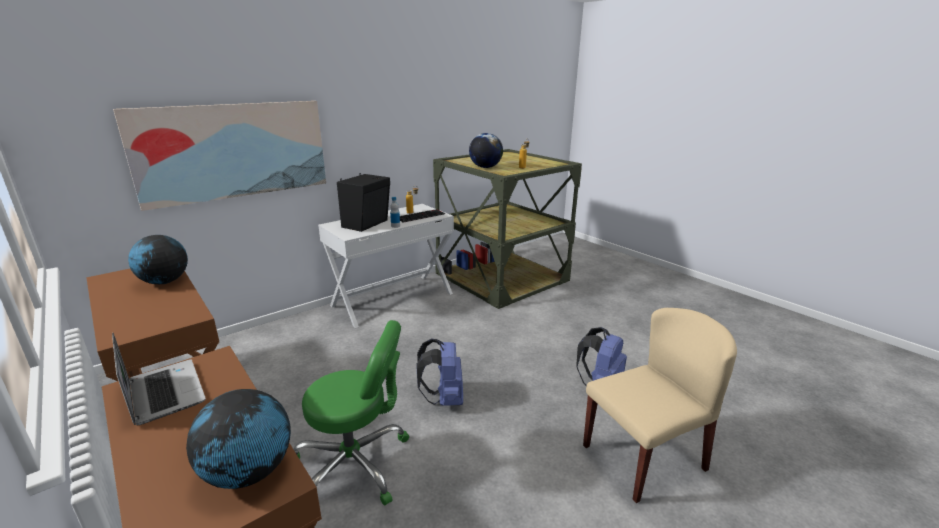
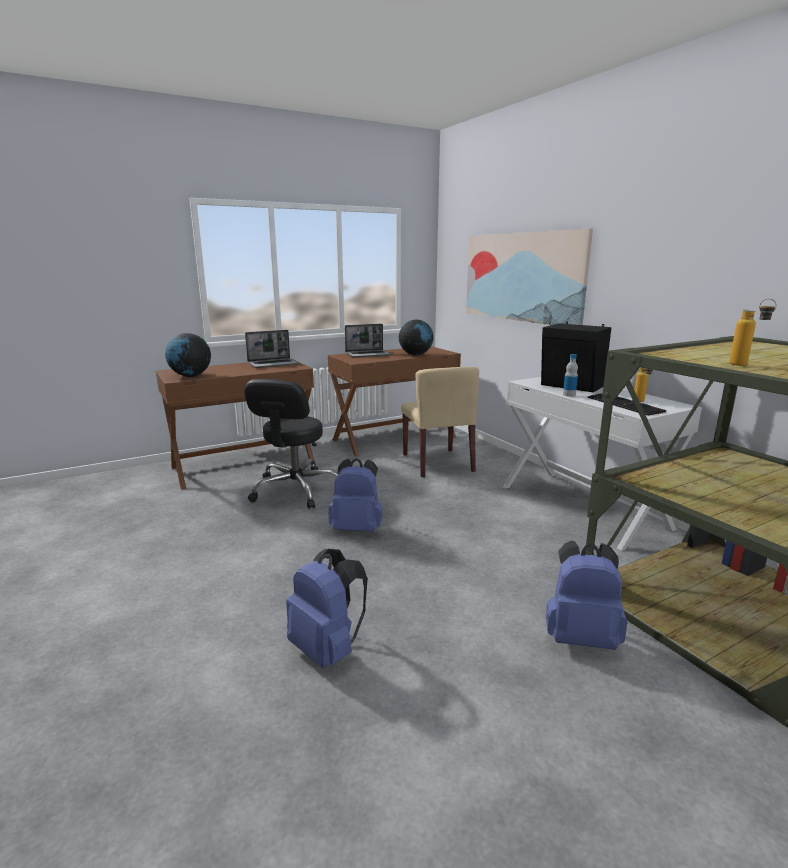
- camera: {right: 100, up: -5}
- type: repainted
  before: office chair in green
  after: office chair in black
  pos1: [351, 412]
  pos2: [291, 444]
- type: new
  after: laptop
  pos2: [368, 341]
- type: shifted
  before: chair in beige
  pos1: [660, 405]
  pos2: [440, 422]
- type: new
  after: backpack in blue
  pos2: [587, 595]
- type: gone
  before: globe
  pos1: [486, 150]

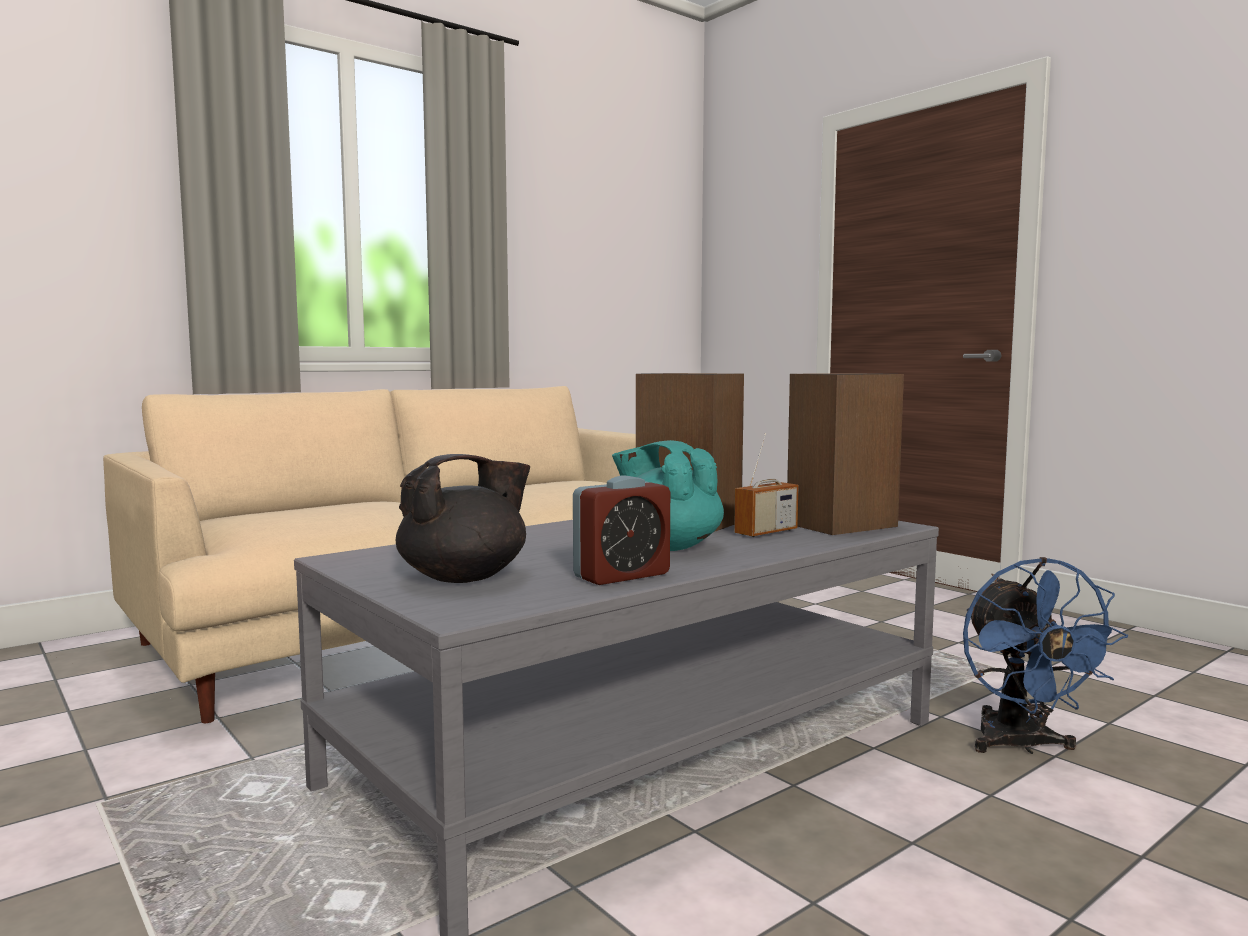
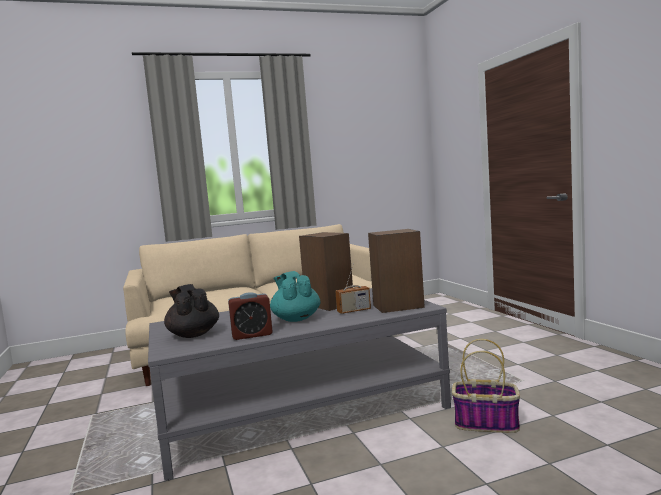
- camera: {right: 20, up: 0}
- type: rotated
  before: teapot in black
  pos1: [463, 518]
  pos2: [191, 311]
  turn: -105
- type: swapped
  before: fan in blue
  after: basket
  pos1: [1045, 655]
  pos2: [486, 386]

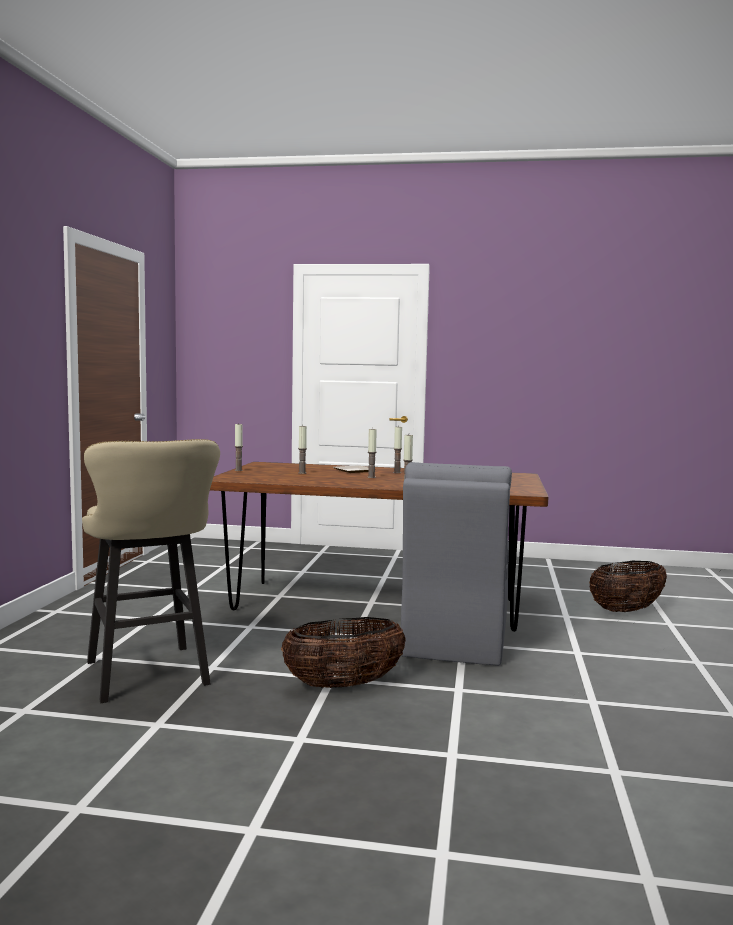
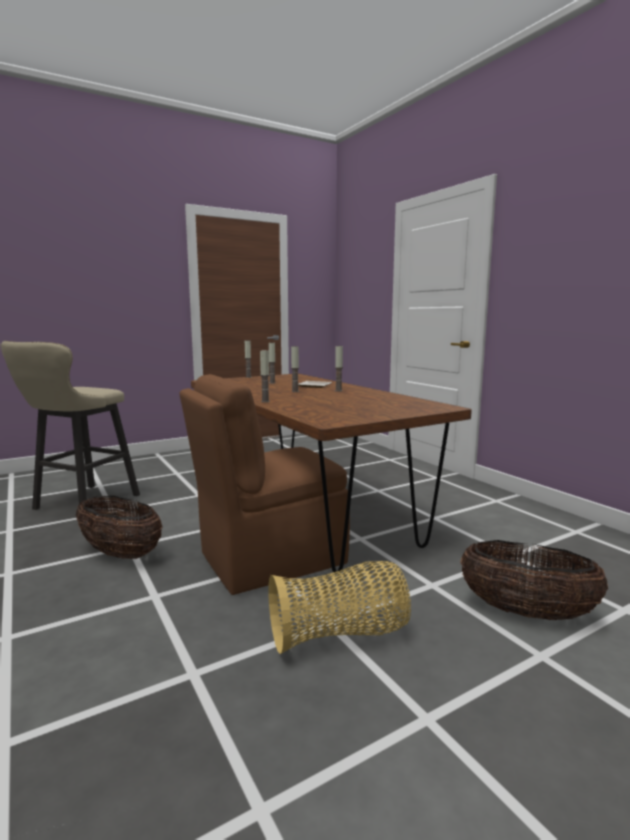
- camera: {right: 50, up: 5}
- type: repainted
  before: chair in grey
  after: chair in brown
  pos1: [456, 564]
  pos2: [265, 484]
- type: new
  after: basket
  pos2: [339, 607]

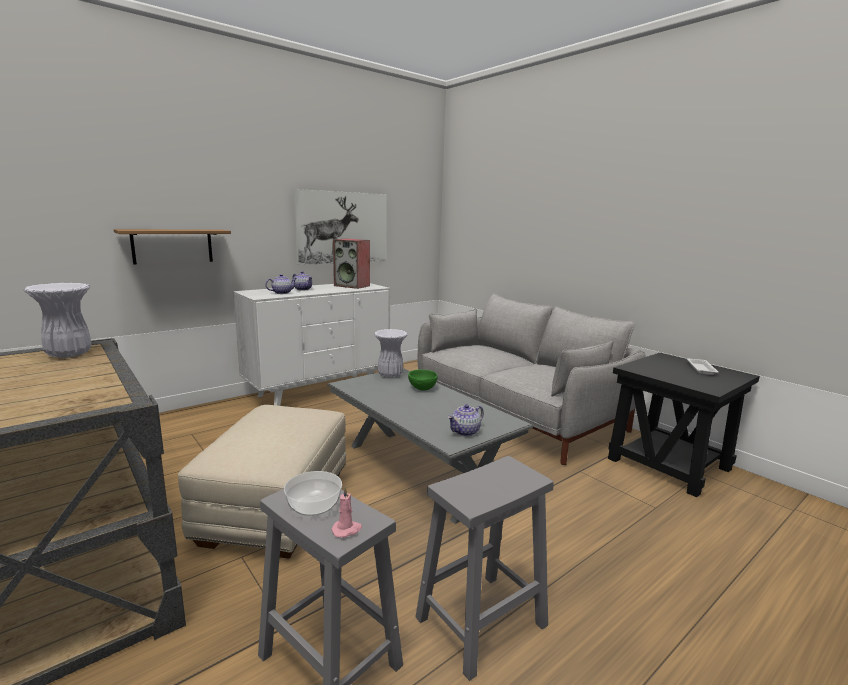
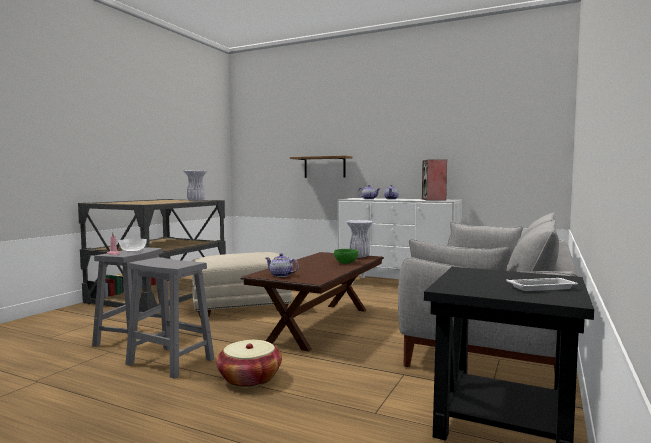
- camera: {right: 65, up: -10}
- type: new
  after: basket
  pos2: [249, 364]
- type: repainted
  before: coffee table in grey
  after: coffee table in brown
  pos1: [430, 446]
  pos2: [312, 301]
- type: gone
  before: picture
  pos1: [340, 227]

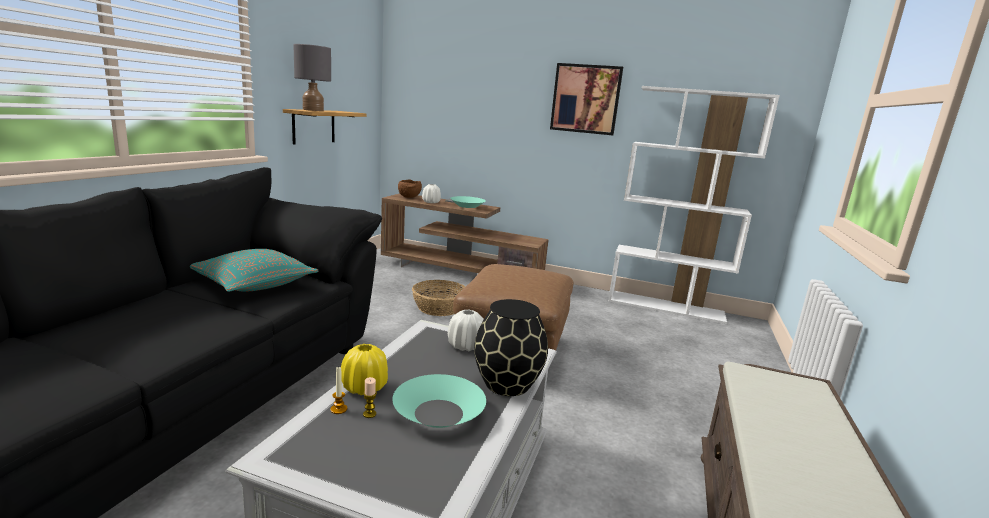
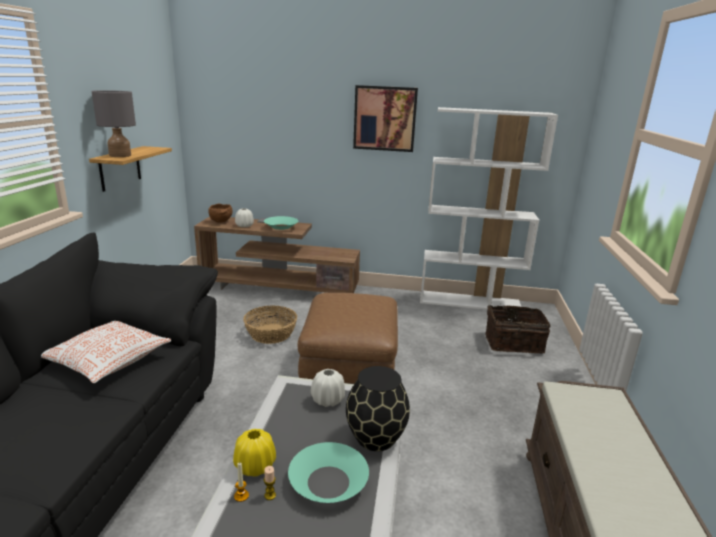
- camera: {right: -10, up: 5}
- type: repainted
  before: pillow in turquoise
  after: pillow in white
  pos1: [254, 270]
  pos2: [106, 352]
- type: new
  after: basket
  pos2: [518, 328]

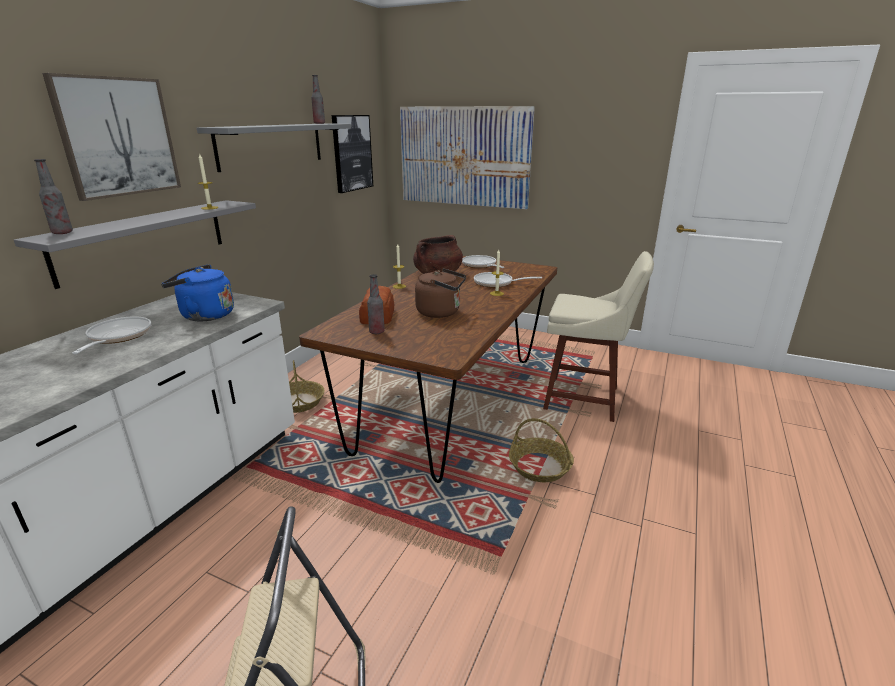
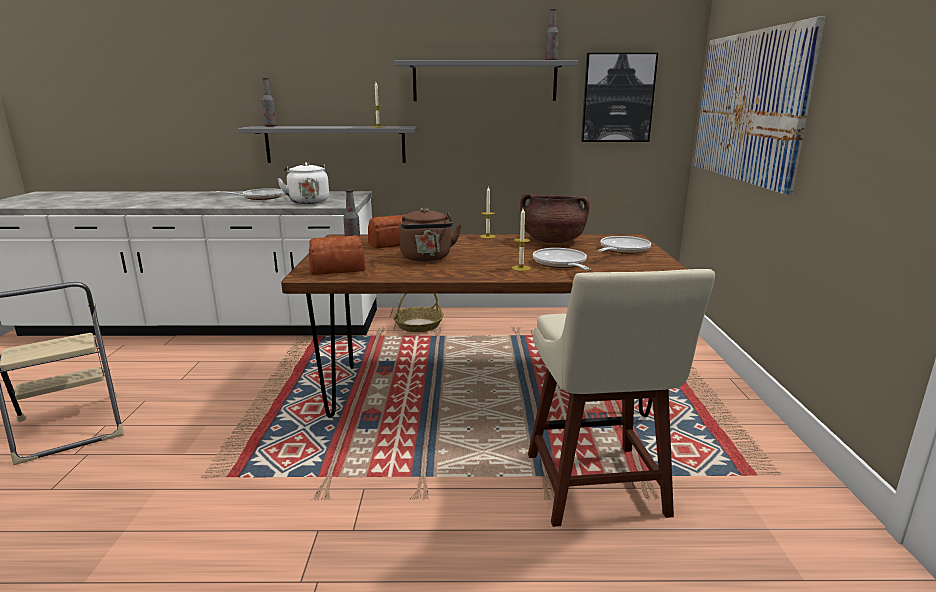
- camera: {right: 65, up: -5}
- type: repainted
  before: kettle in blue
  after: kettle in white
  pos1: [197, 293]
  pos2: [303, 183]
- type: new
  after: bread
  pos2: [337, 255]
- type: gone
  before: picture
  pos1: [111, 137]
- type: gone
  before: basket
  pos1: [541, 450]

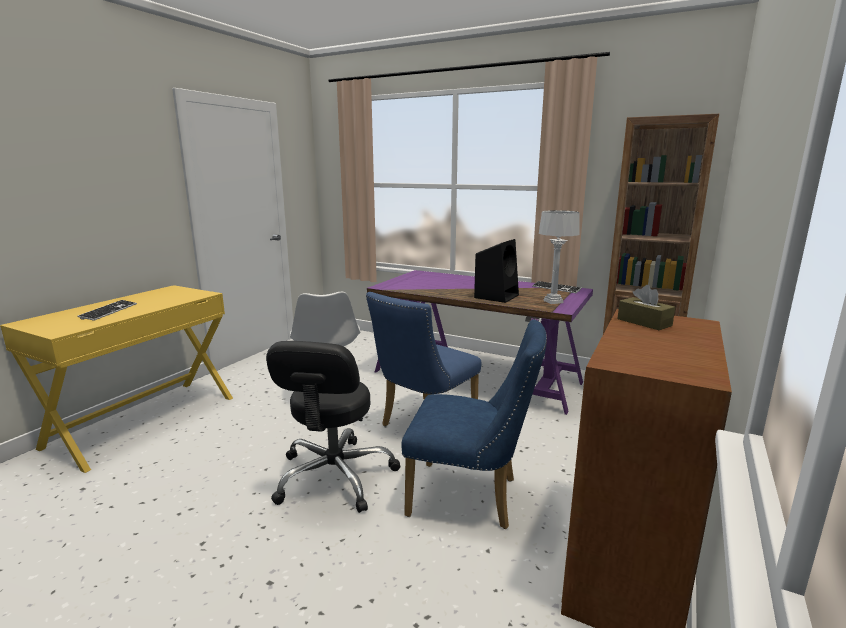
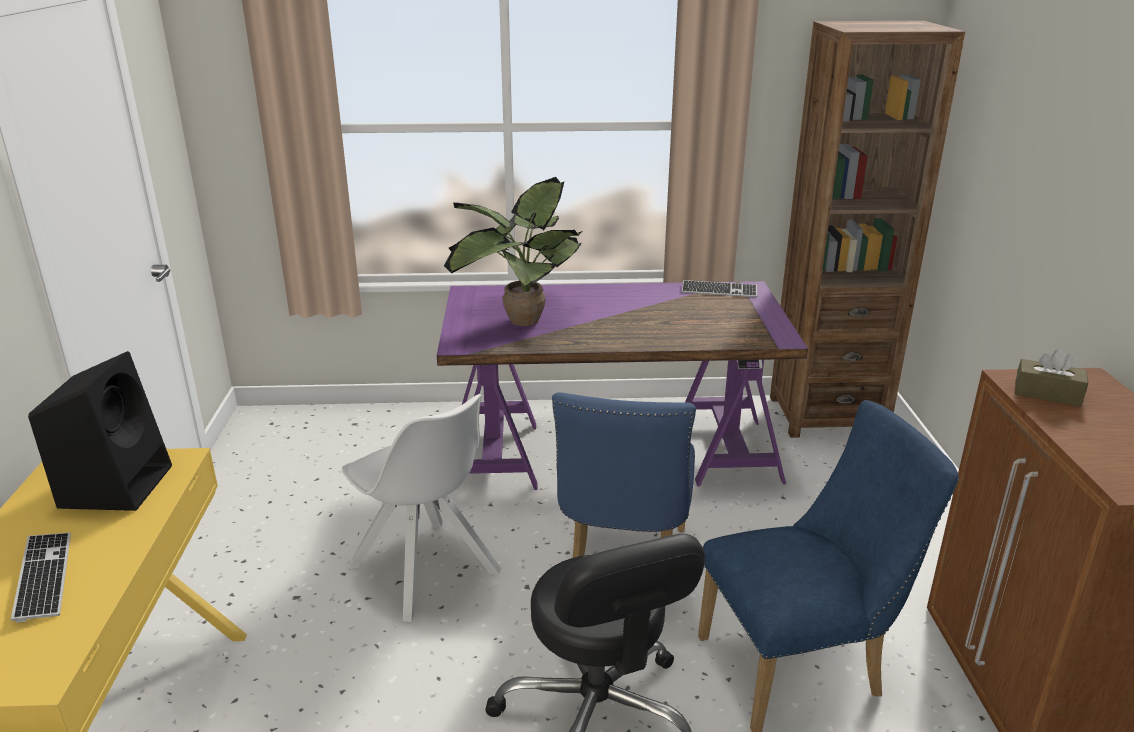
- camera: {right: -30, up: 10}
- type: shifted
  before: speaker in black
  pos1: [496, 271]
  pos2: [100, 431]
- type: new
  after: potted plant
  pos2: [513, 251]
- type: gone
  before: table lamp in grey
  pos1: [559, 257]

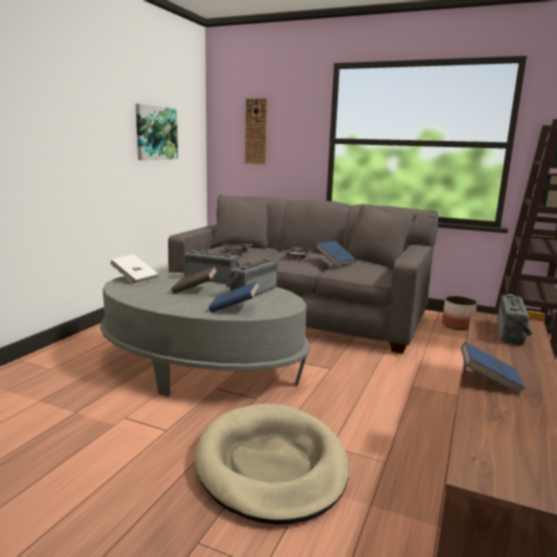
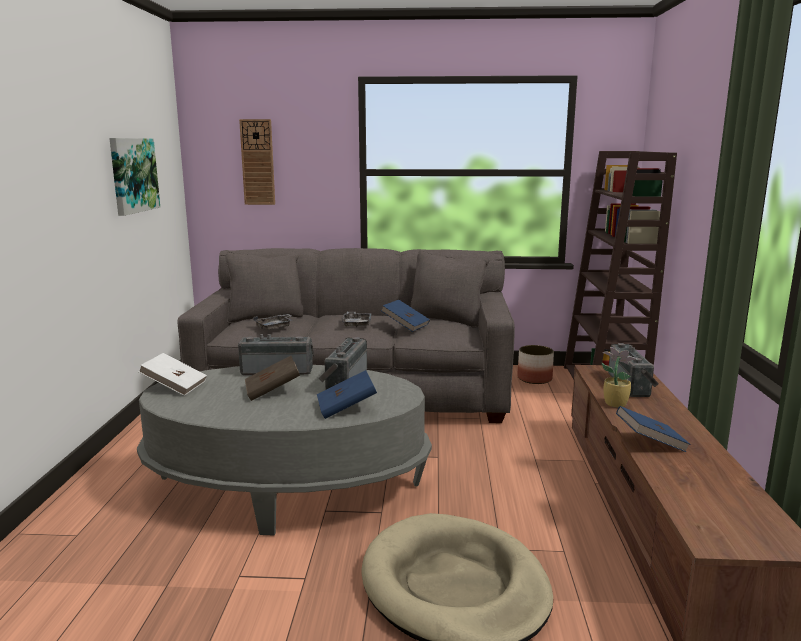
- camera: {right: -20, up: 0}
- type: new
  after: potted plant
  pos2: [619, 377]

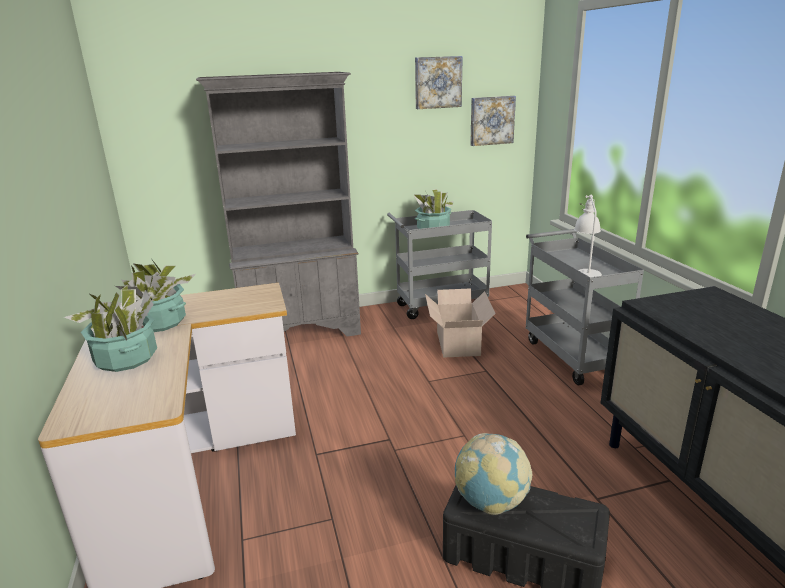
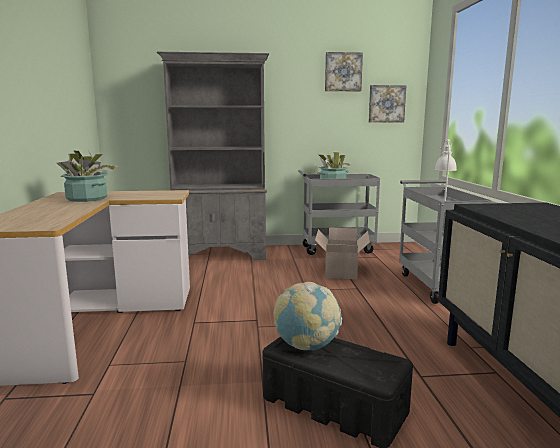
- camera: {right: 10, up: -10}
- type: gone
  before: potted plant
  pos1: [110, 328]

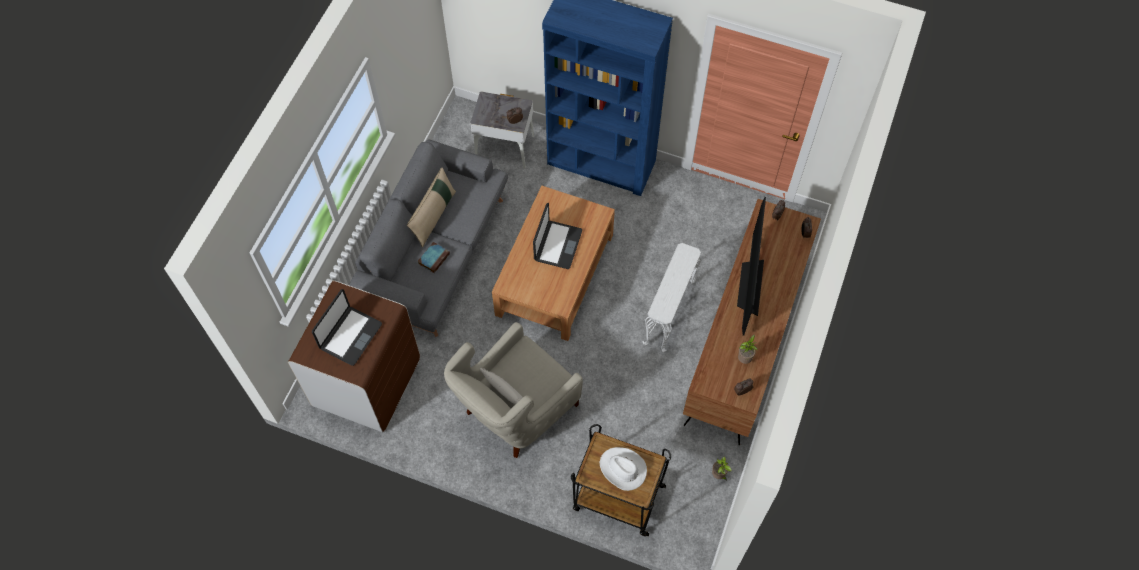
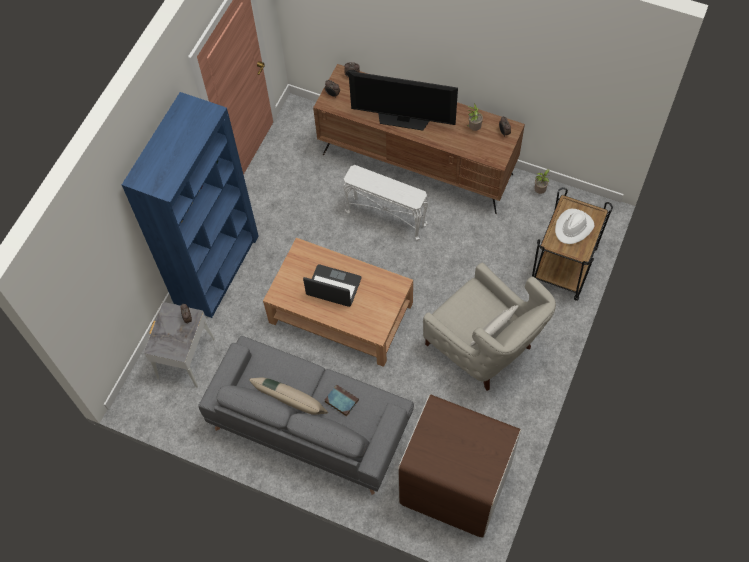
- camera: {right: -85, up: 0}
- type: gone
  before: laptop
  pos1: [347, 327]

